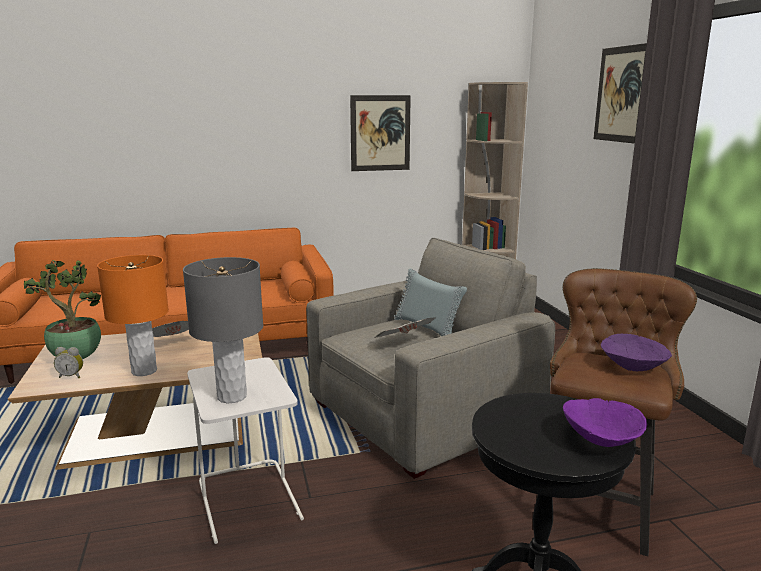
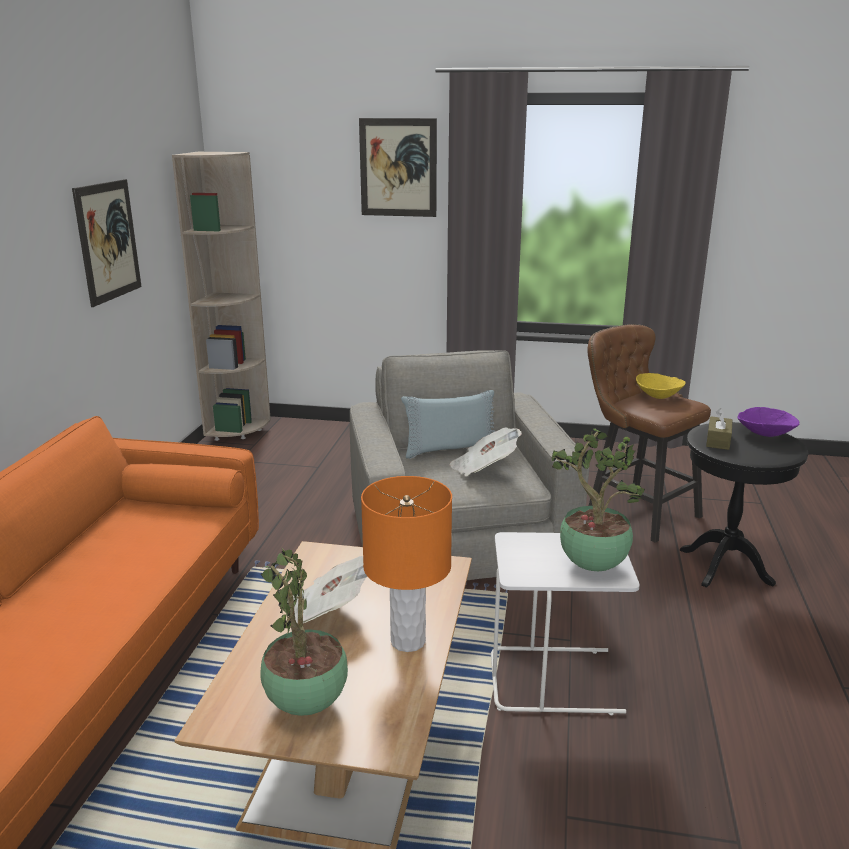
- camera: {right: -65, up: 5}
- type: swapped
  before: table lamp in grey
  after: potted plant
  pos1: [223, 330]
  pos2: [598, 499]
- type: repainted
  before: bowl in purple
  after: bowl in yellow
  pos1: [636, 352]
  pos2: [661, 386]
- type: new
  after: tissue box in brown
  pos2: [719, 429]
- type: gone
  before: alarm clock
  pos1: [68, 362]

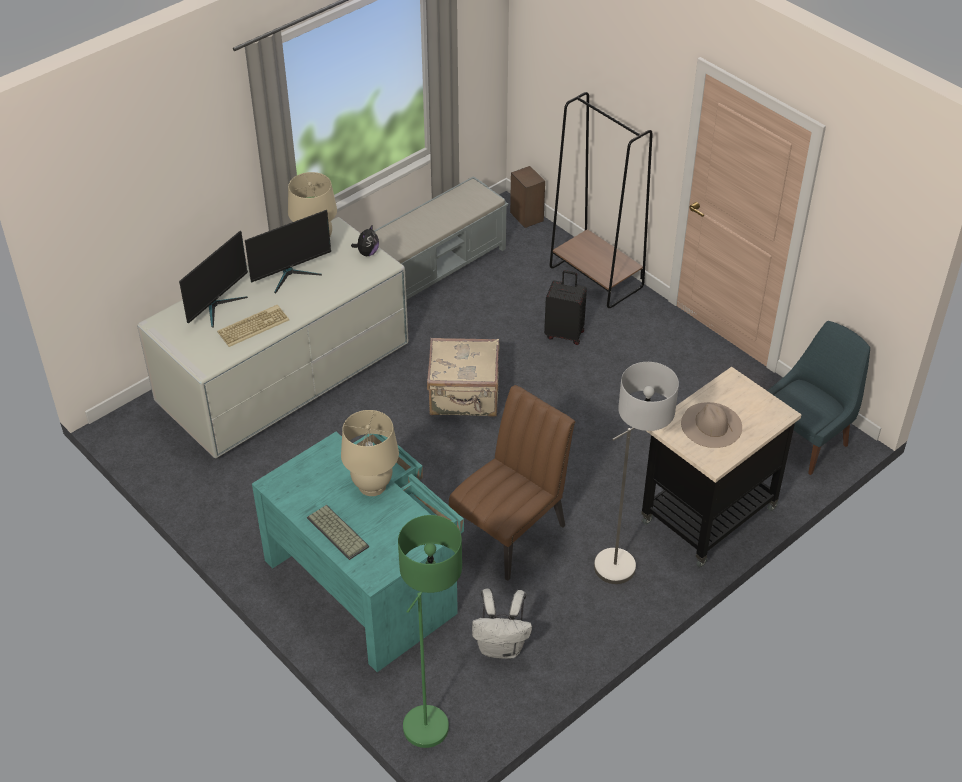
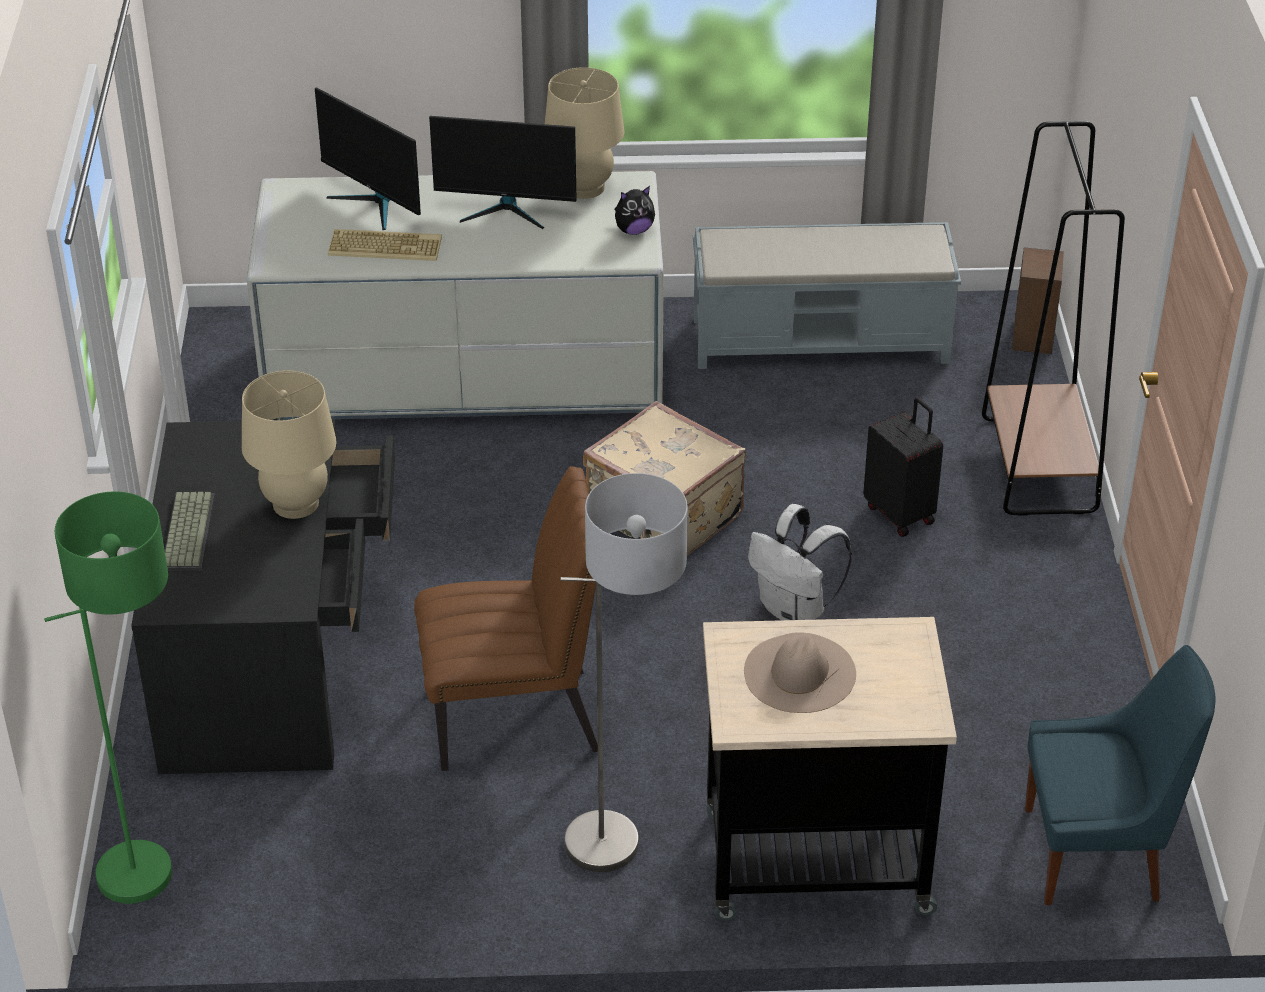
- camera: {right: 40, up: -5}
- type: repainted
  before: desk in turquoise
  after: desk in black
  pos1: [358, 552]
  pos2: [263, 596]
- type: rotated
  before: monitor
  pos1: [213, 279]
  pos2: [368, 159]
  turn: 60
- type: shifted
  before: backpack in white
  pos1: [502, 623]
  pos2: [800, 562]

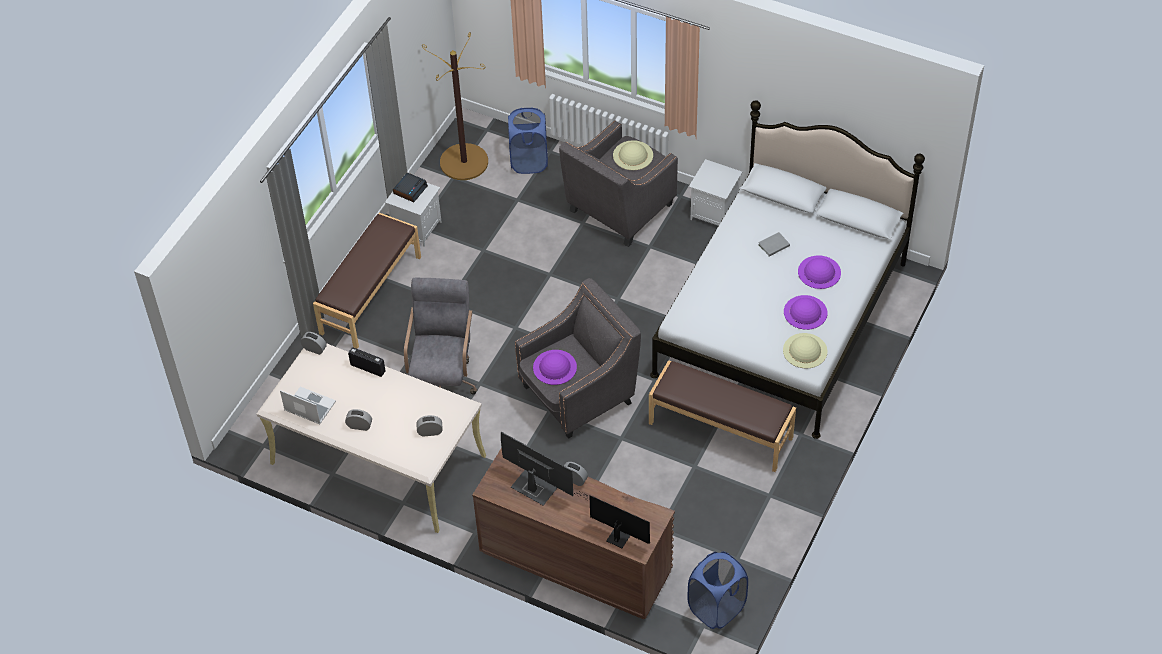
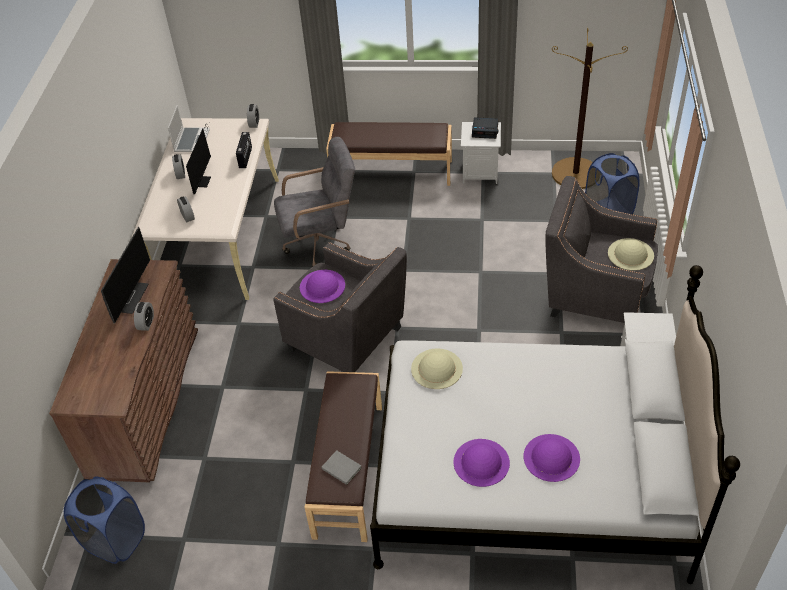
- camera: {right: 70, up: -5}
- type: shifted
  before: monitor
  pos1: [610, 519]
  pos2: [198, 159]
- type: shifted
  before: book in grey
  pos1: [774, 244]
  pos2: [341, 467]
- type: shifted
  before: hat in beige
  pos1: [805, 351]
  pos2: [437, 368]

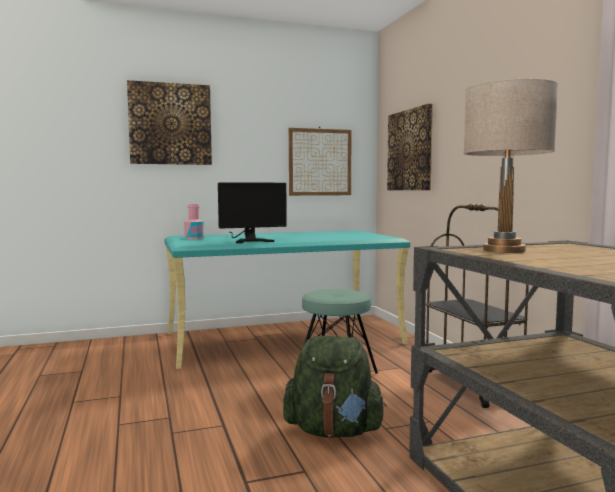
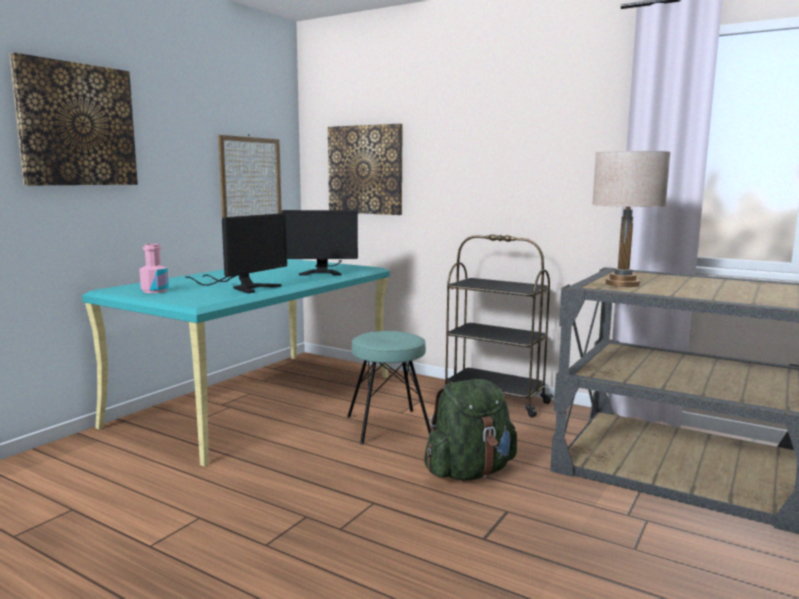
- camera: {right: -40, up: 5}
- type: new
  after: monitor
  pos2: [320, 243]

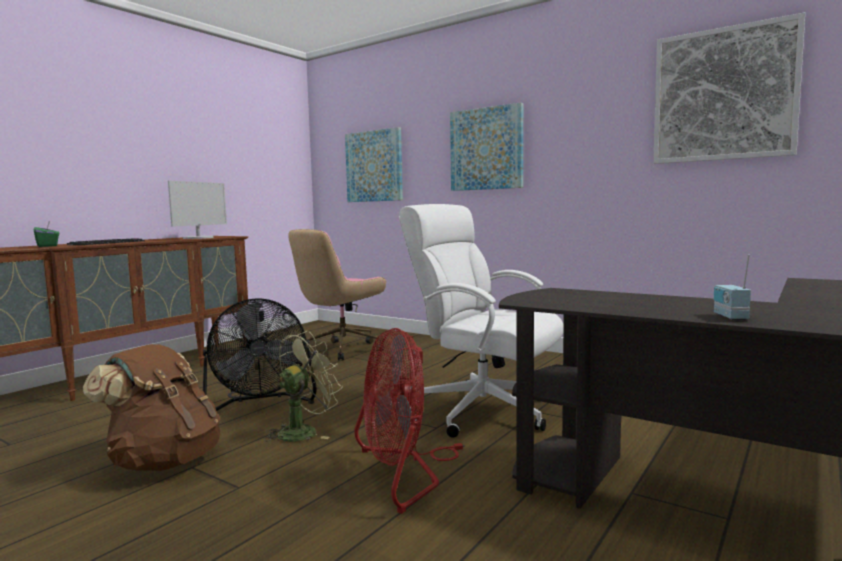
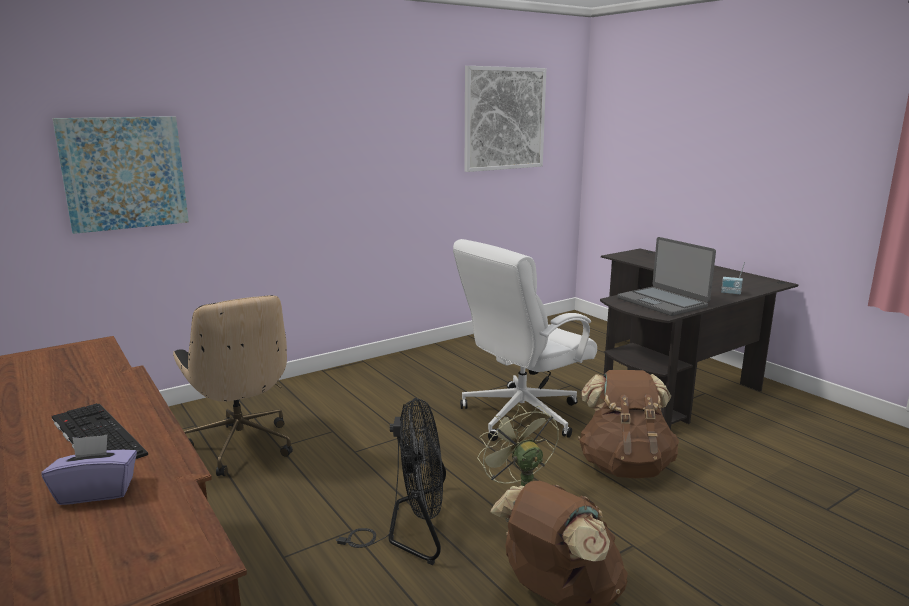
- camera: {right: -70, up: 10}
- type: repainted
  before: tissue box in green
  after: tissue box in purple
  pos1: [46, 234]
  pos2: [89, 470]
- type: repainted
  before: office chair in pink
  after: office chair in black
  pos1: [337, 295]
  pos2: [233, 385]
- type: swapped
  before: fan in red
  after: backpack in brown
  pos1: [409, 421]
  pos2: [628, 424]
- type: new
  after: laptop
  pos2: [666, 276]
- type: gone
  before: monitor
  pos1: [197, 210]
- type: gone
  before: picture
  pos1: [486, 146]

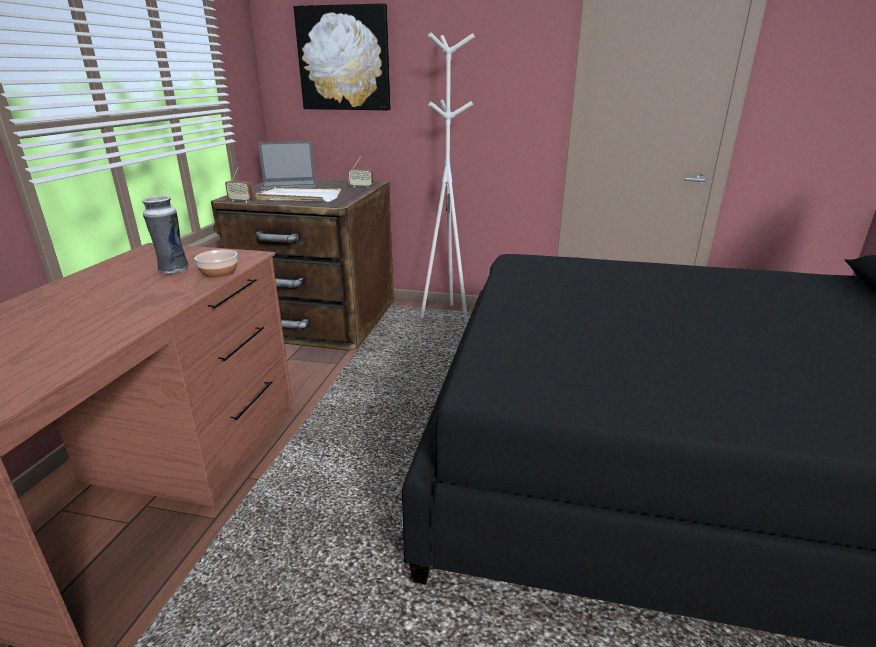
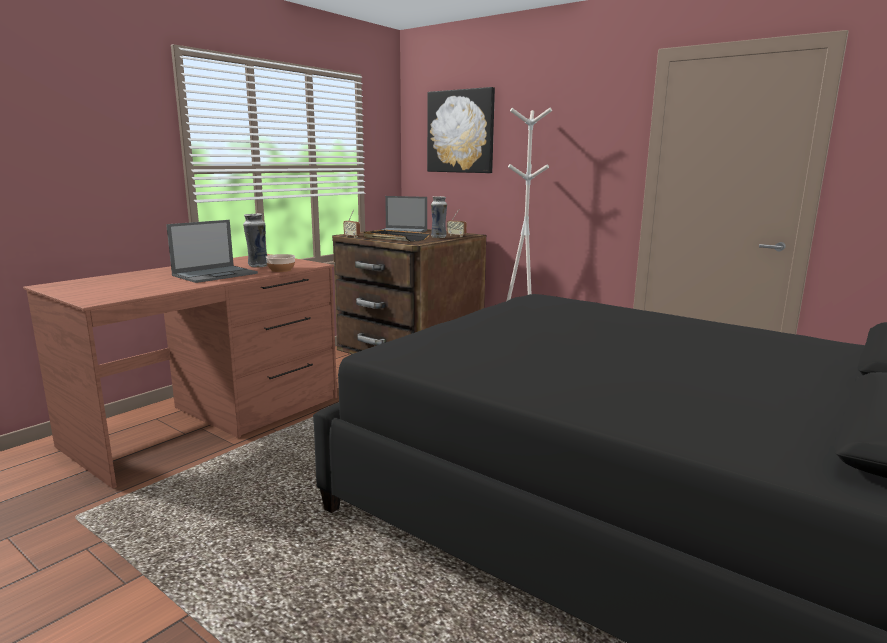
- camera: {right: 25, up: -10}
- type: new
  after: laptop
  pos2: [212, 251]
- type: repainted
  before: tray in white
  after: tray in black
  pos1: [298, 194]
  pos2: [397, 236]
- type: new
  after: vase
  pos2: [439, 217]

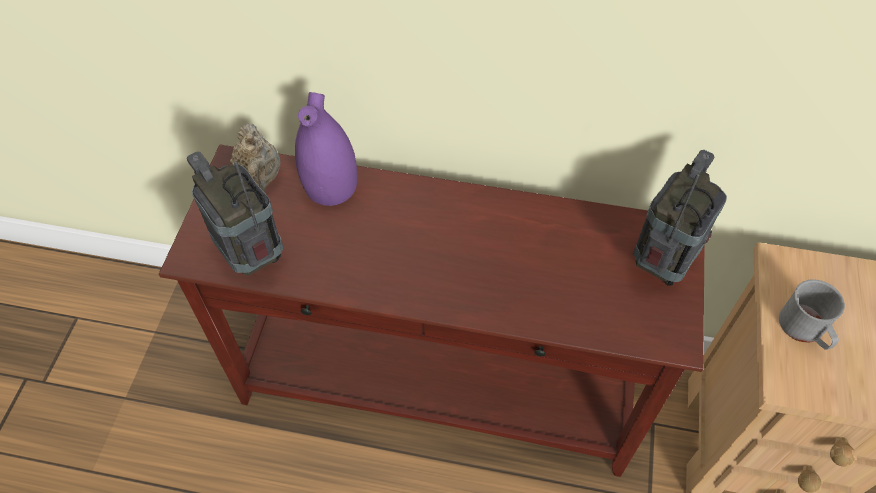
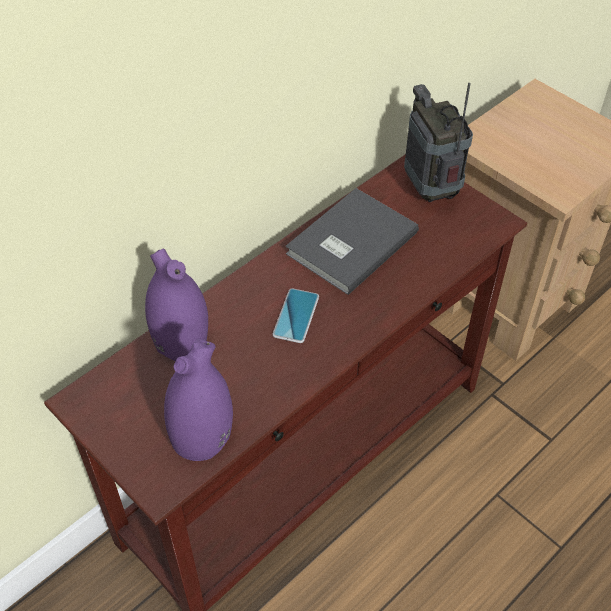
- camera: {right: -55, up: -5}
- type: swapped
  before: radio
  after: vase in purple
  pos1: [235, 213]
  pos2: [198, 400]
- type: new
  after: phone
  pos2: [296, 315]
- type: new
  after: book in grey
  pos2: [352, 241]
- type: gone
  before: teapot in beige
  pos1: [255, 158]
- type: gone
  before: mug in grey
  pos1: [812, 314]

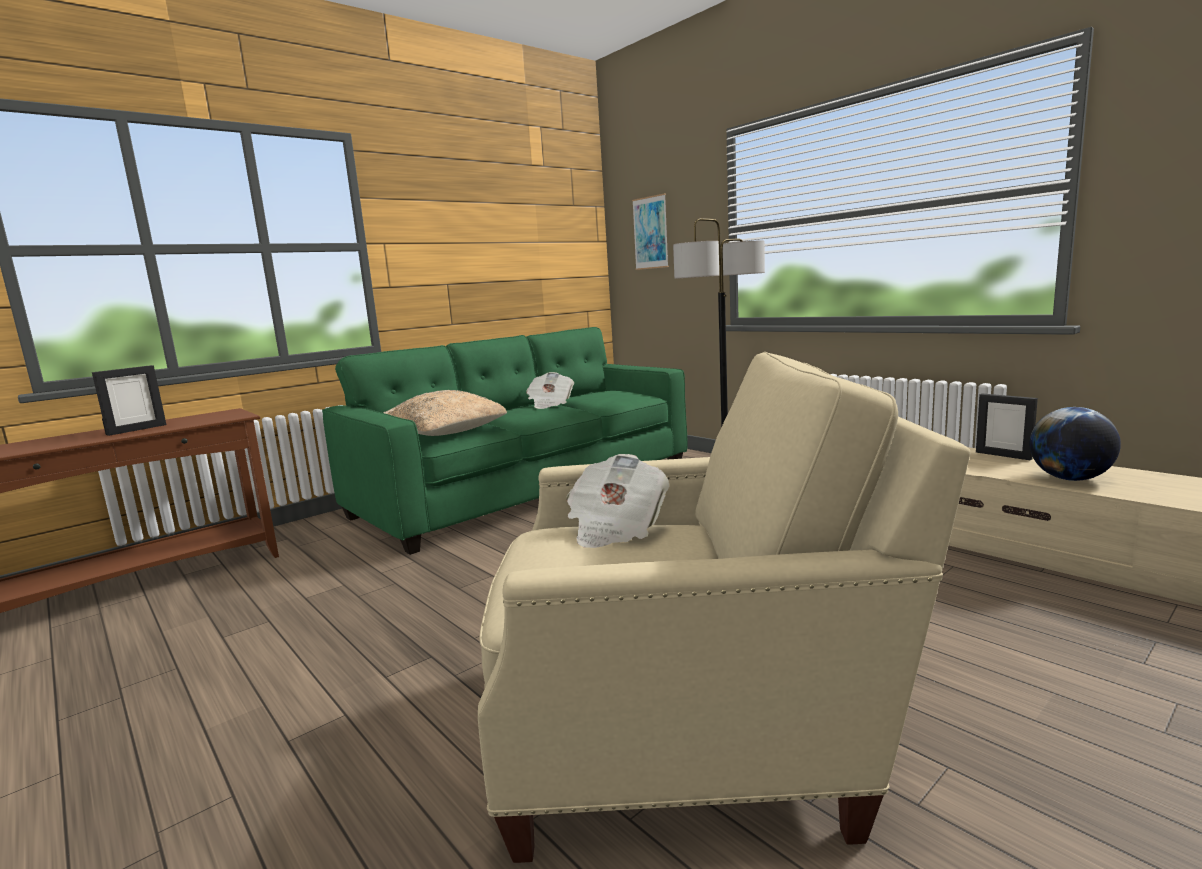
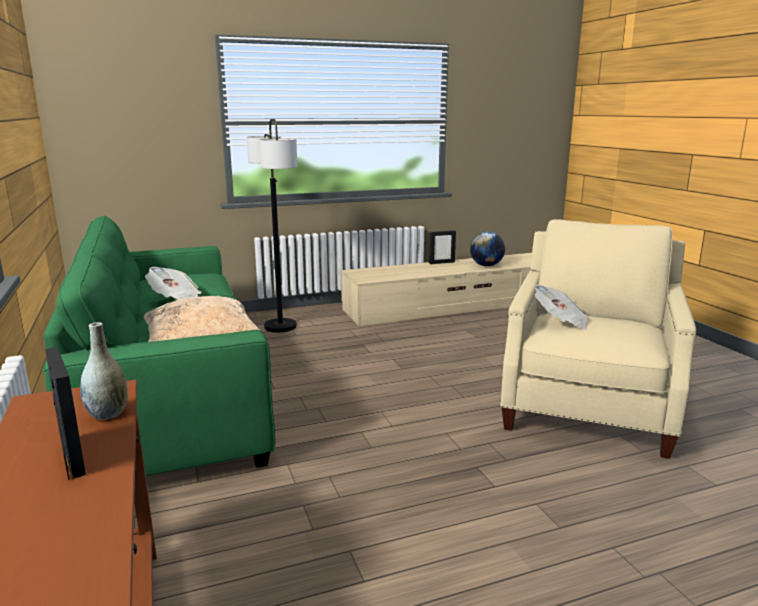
- camera: {right: -70, up: 5}
- type: new
  after: vase in grey
  pos2: [104, 371]
- type: gone
  before: picture
  pos1: [650, 231]

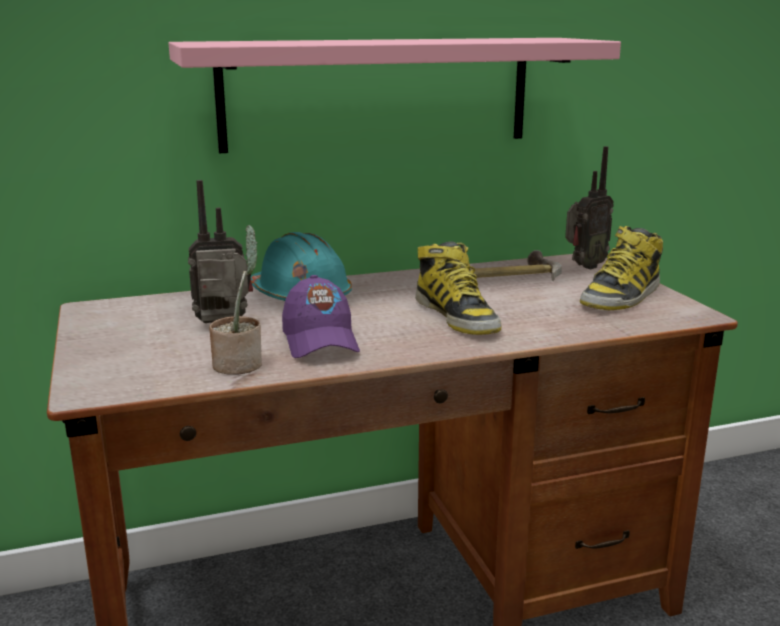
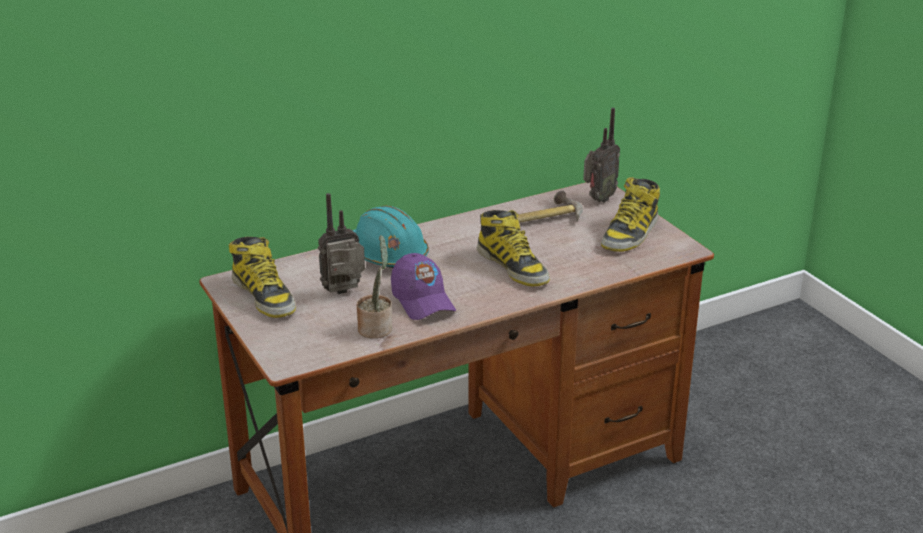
- camera: {right: -10, up: 10}
- type: new
  after: boot
  pos2: [262, 277]
- type: gone
  before: shelf in pink
  pos1: [394, 95]

